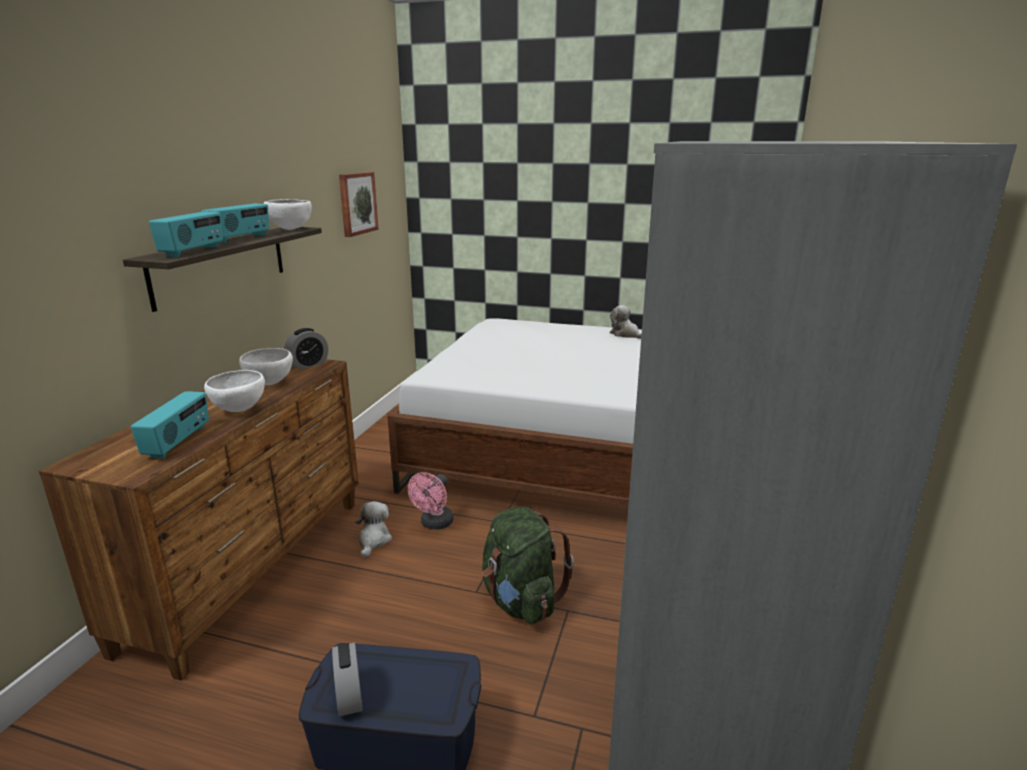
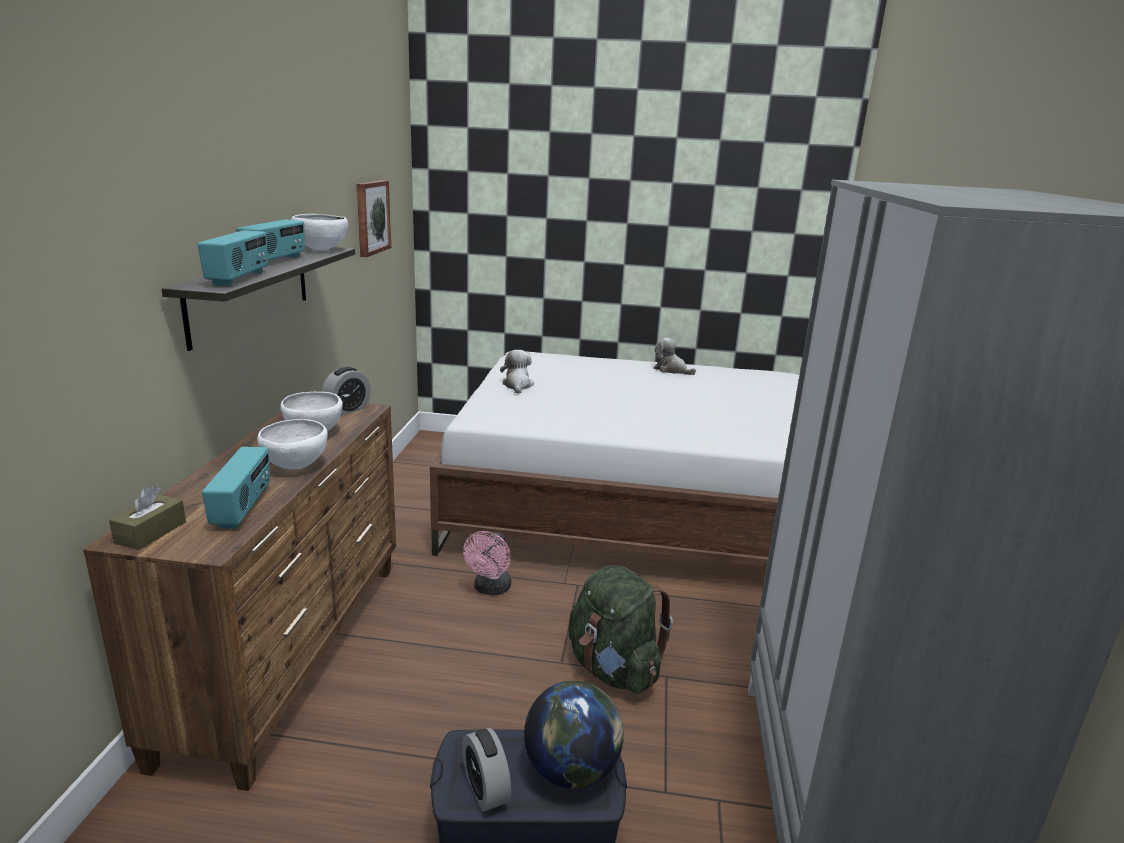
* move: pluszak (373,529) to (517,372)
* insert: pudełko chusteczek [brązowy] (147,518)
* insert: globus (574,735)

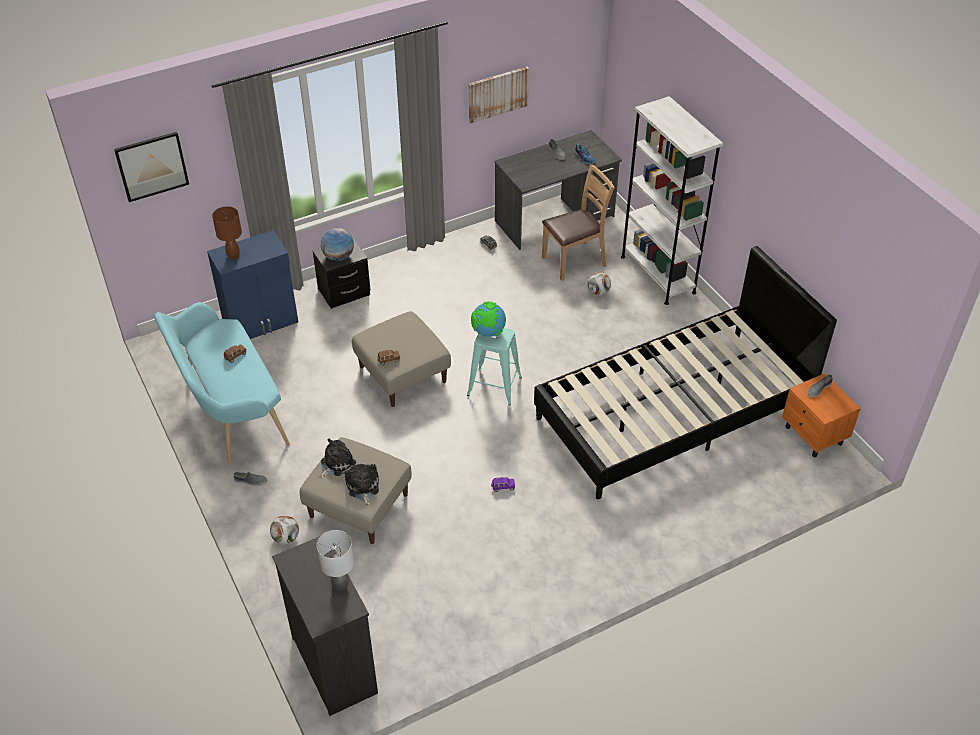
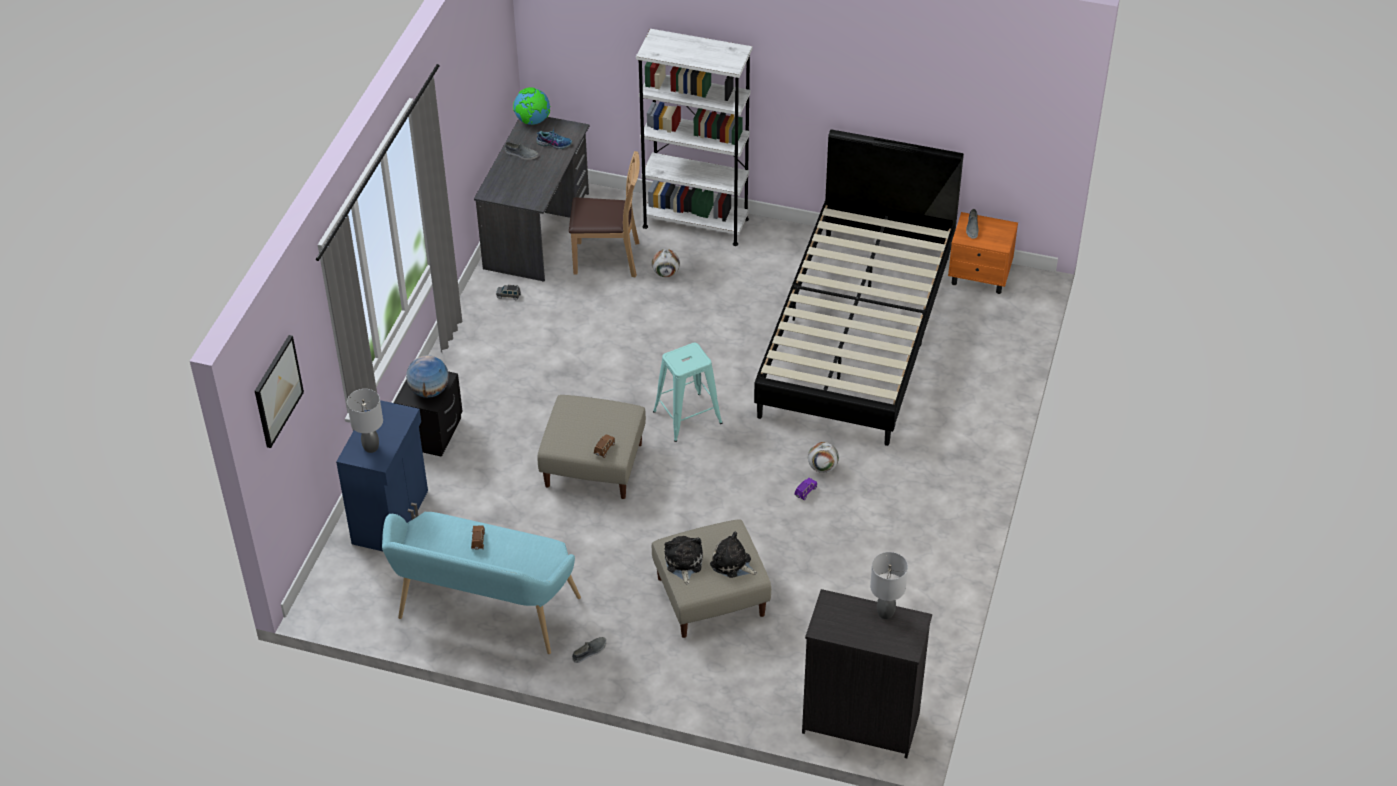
* delete: obraz (499,94)
* rotate: krzesło [brązowy] (578,223) = (604,214) 75 degrees clockwise
* recolor: lampa stołowa [brązowy] (227,233) to lampa stołowa [szary] (365,421)
* move: globus (488,319) to (532,106)
* move: piłka futbolowa (284,529) to (823,457)

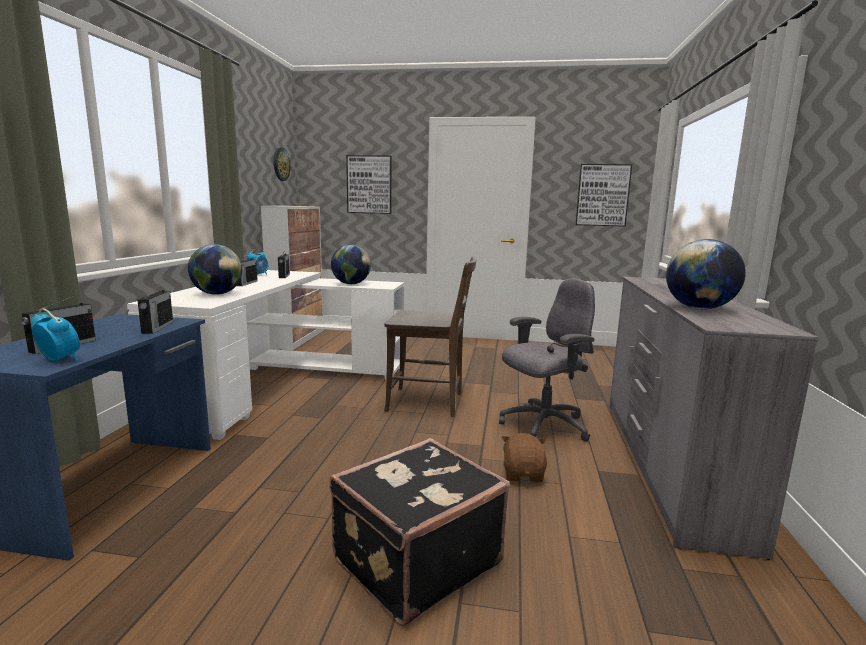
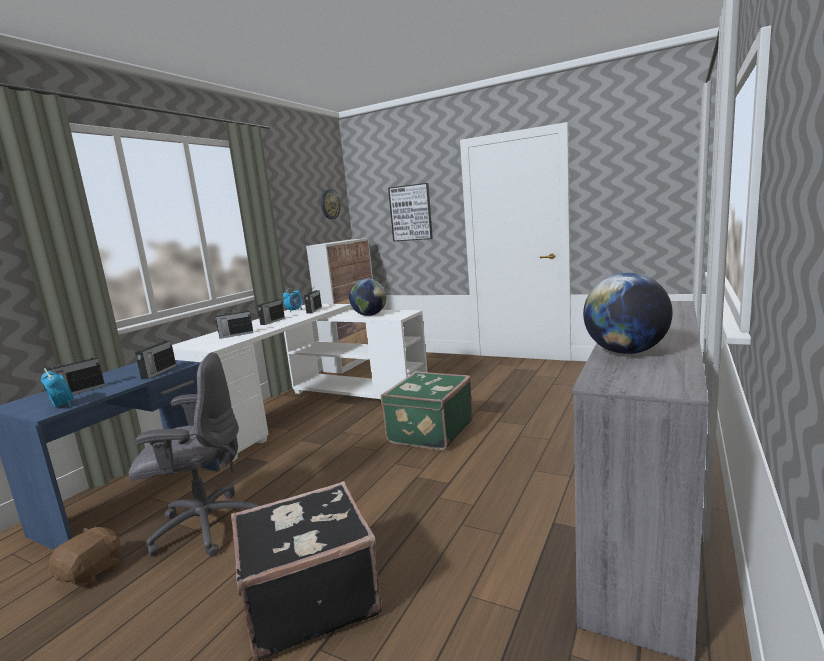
* delete: obraz (603,195)
* replace: globus (215,269) to radio (234,323)
* replace: krzesło [brązowy] (430,336) to walizka [zielony] (427,411)
* move: krzesło biurowe [szary] (547,359) to (194,454)
* move: pluszak [brązowy] (524,458) to (85,557)

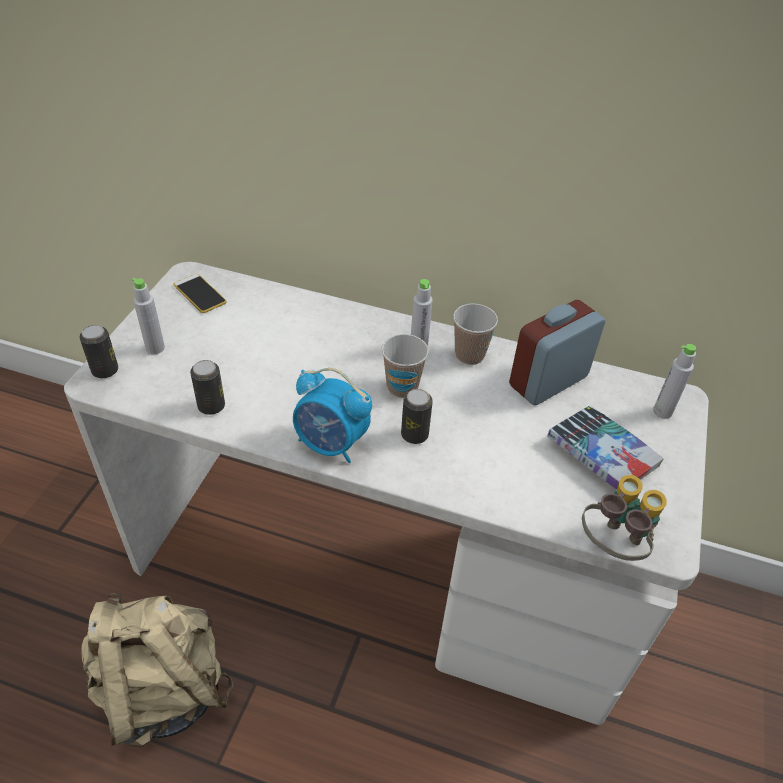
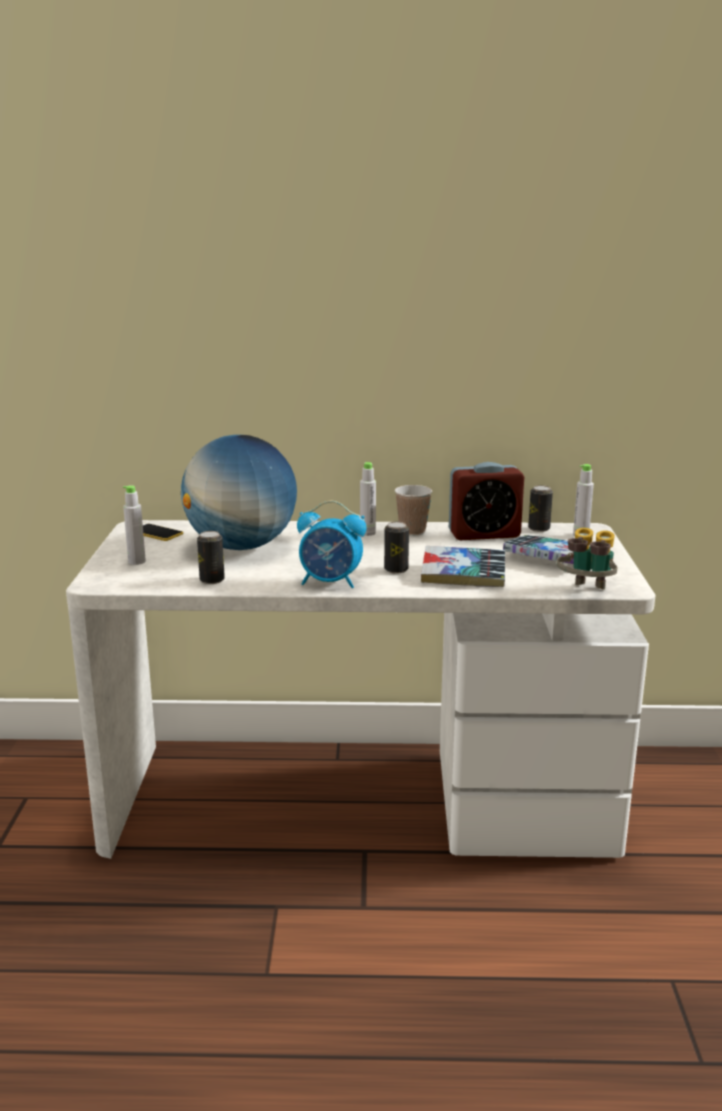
* rotate: budzik (557,352) = (486,501) 135 degrees counterclockwise
* move: puszka (99,351) to (540,508)
* delete: filiżanka (405,366)
* delete: plecak [beżowy] (157,670)
* insert: globus (239,492)
* insert: książka (463,566)

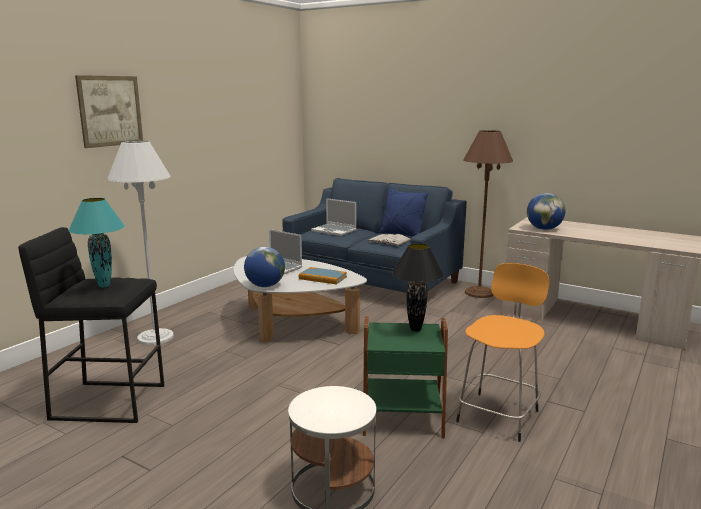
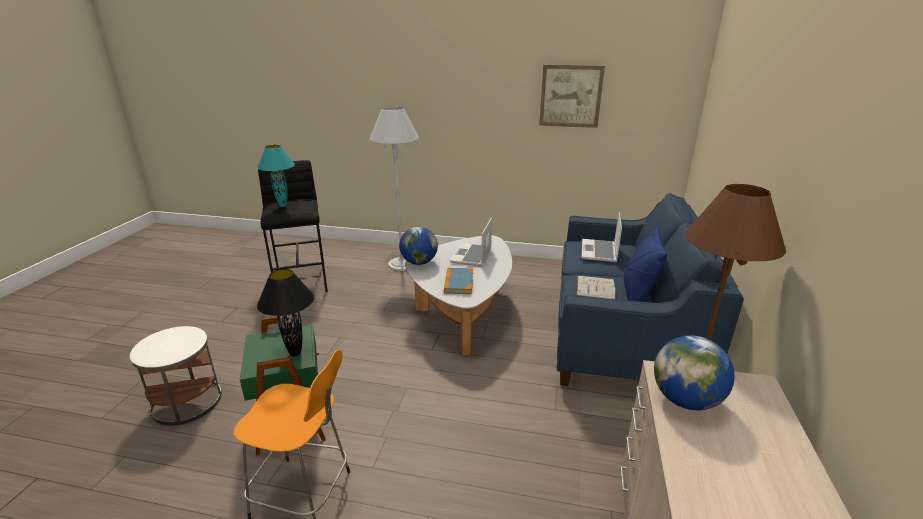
* move: obraz (109,111) to (572,96)

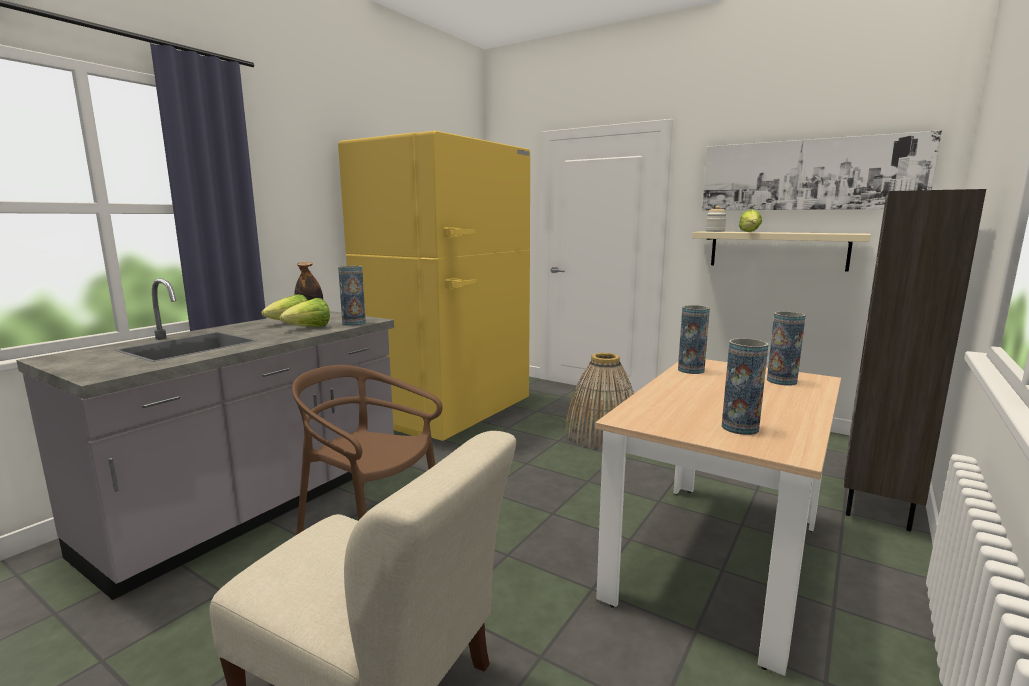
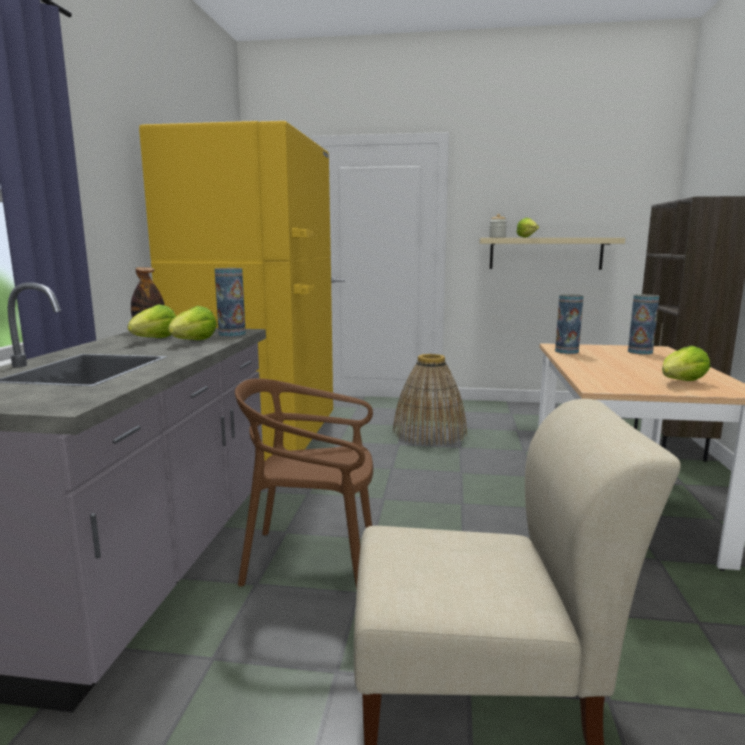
* delete: obraz (822,170)
* replace: wazon (744,386) to sałata (686,363)

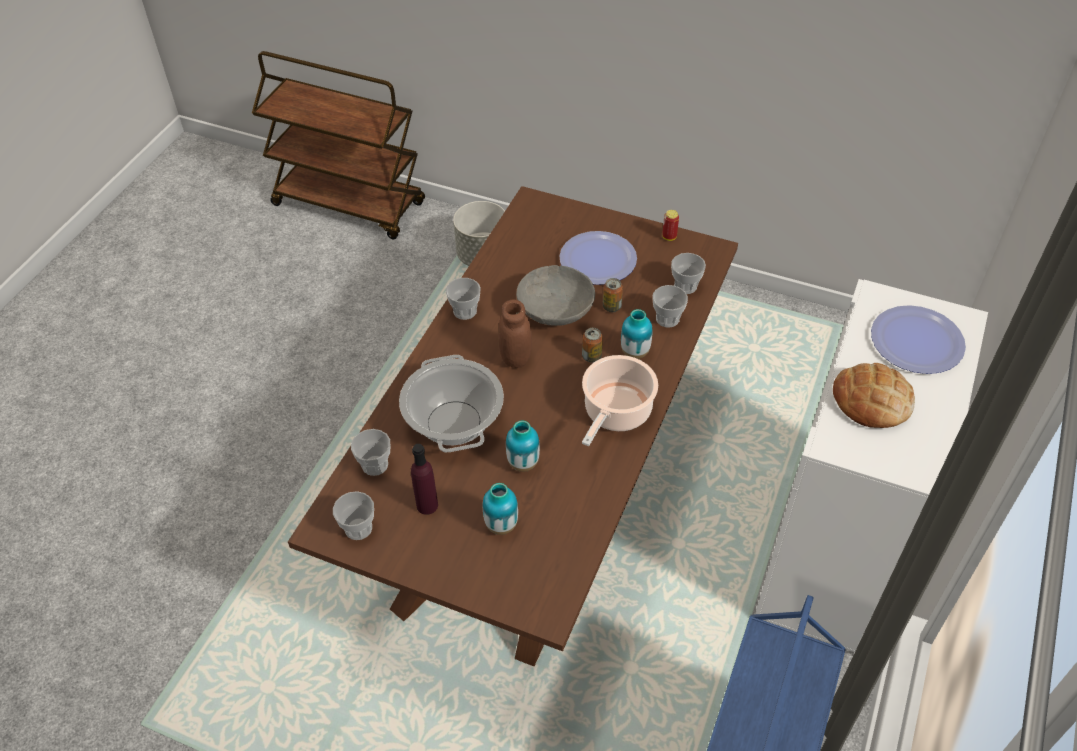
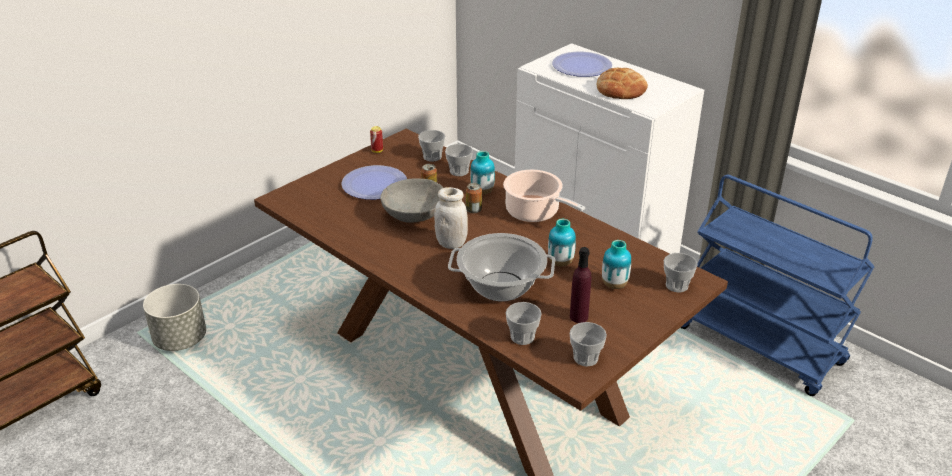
* move: filiżanka (463,299) to (681,272)
* recolor: słoik [brązowy] (515,333) to słoik [biały] (451,218)

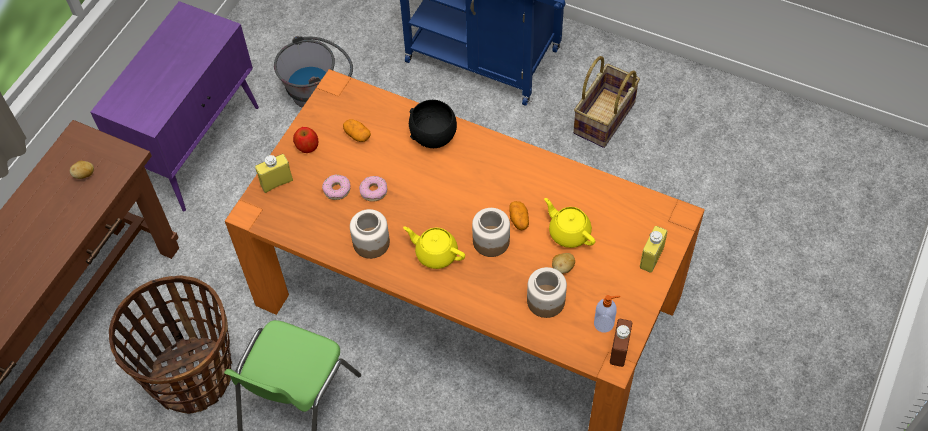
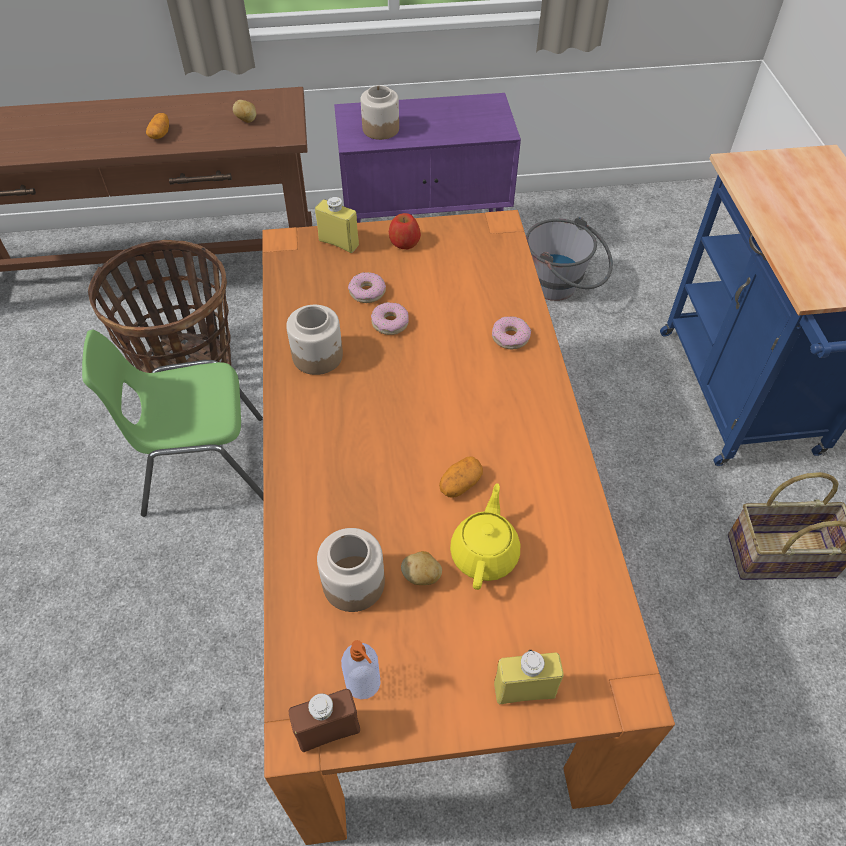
* replace: miska [czarny] (433,124) to donut (511,332)
* move: ziemniak (357,130) to (157,126)
* move: słoik (491,232) to (380,112)
* delete: imbryk [żółty] (434,248)

